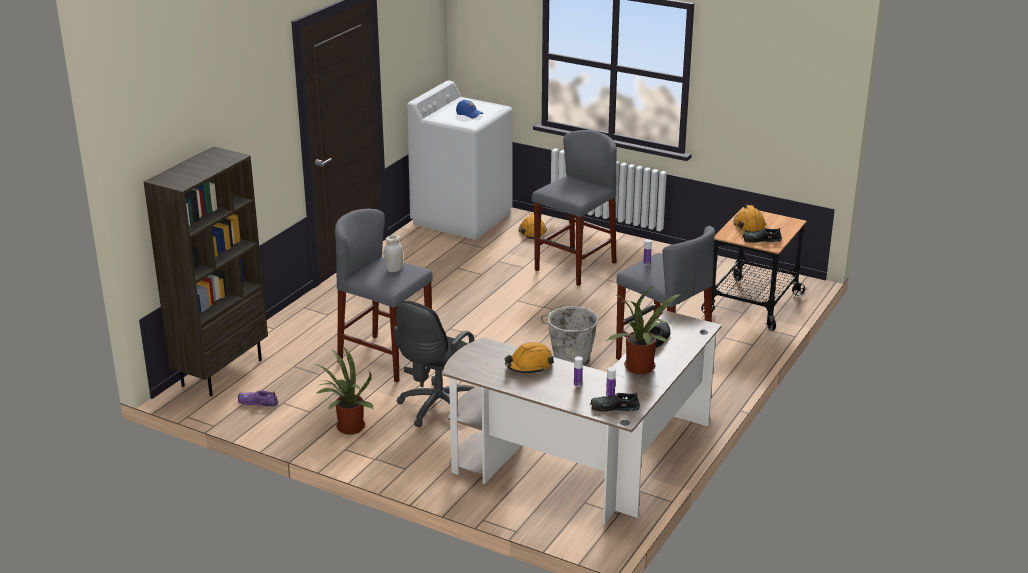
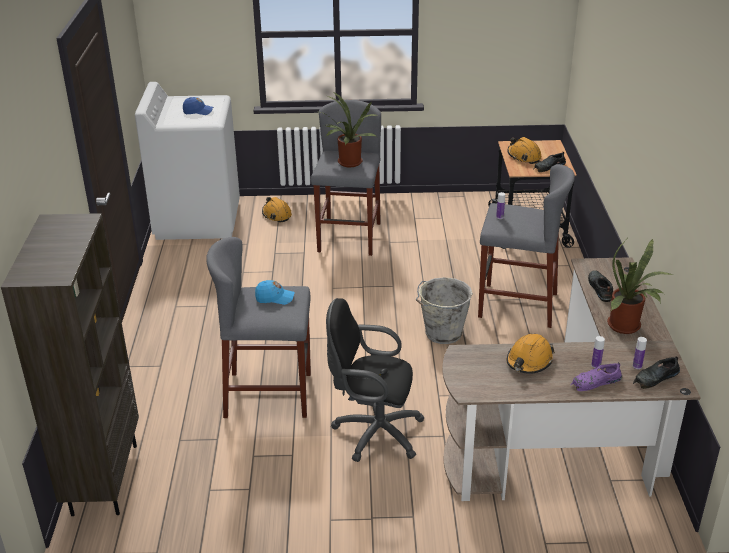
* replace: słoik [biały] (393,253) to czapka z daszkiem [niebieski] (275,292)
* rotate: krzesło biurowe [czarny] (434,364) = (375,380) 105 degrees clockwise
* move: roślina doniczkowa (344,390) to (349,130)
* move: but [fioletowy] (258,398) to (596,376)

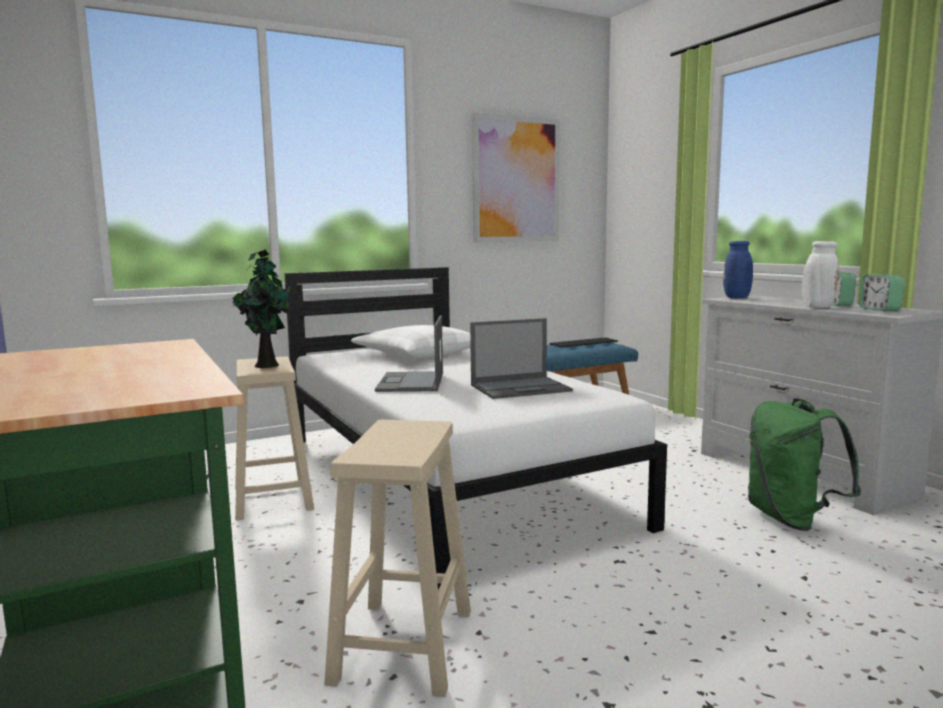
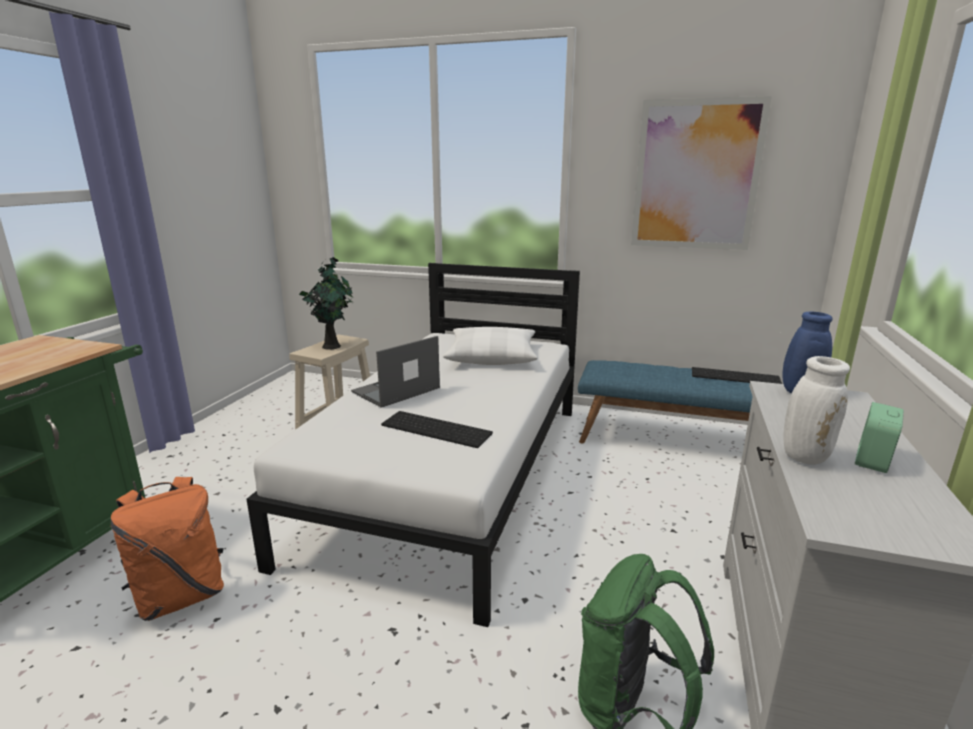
* delete: budzik (882,292)
* replace: laptop (521,358) to klawiatura (437,429)
* replace: stołek [beżowy] (397,558) to plecak [pomarańczowy] (167,549)

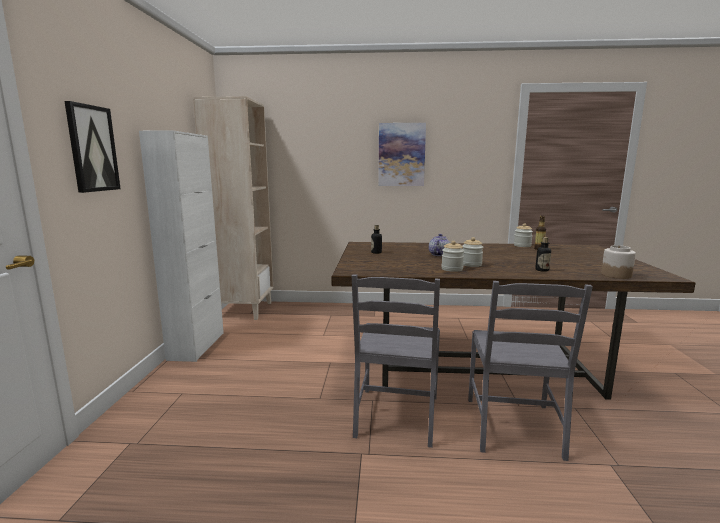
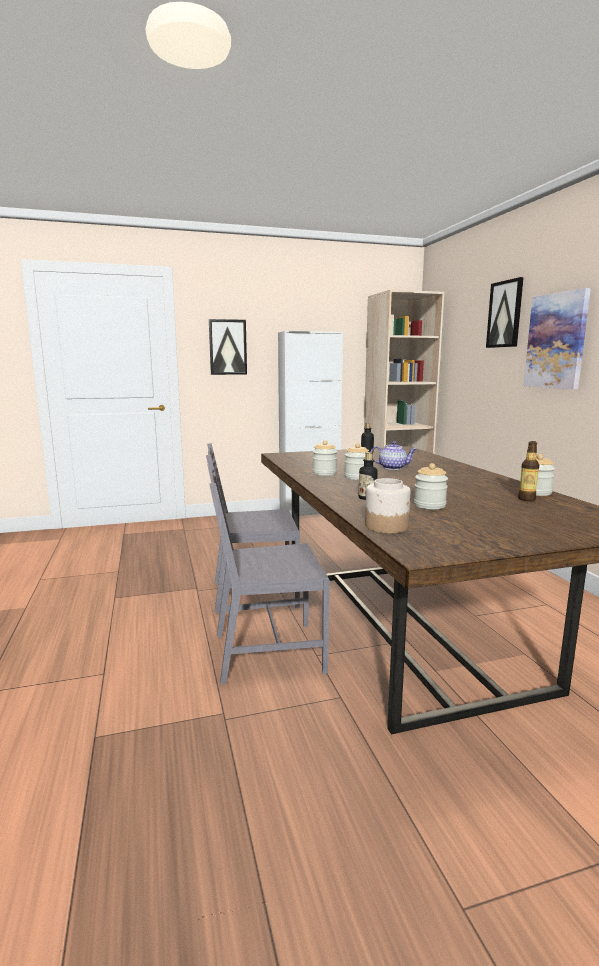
* insert: obraz (505,312)
* insert: słoik (431,486)

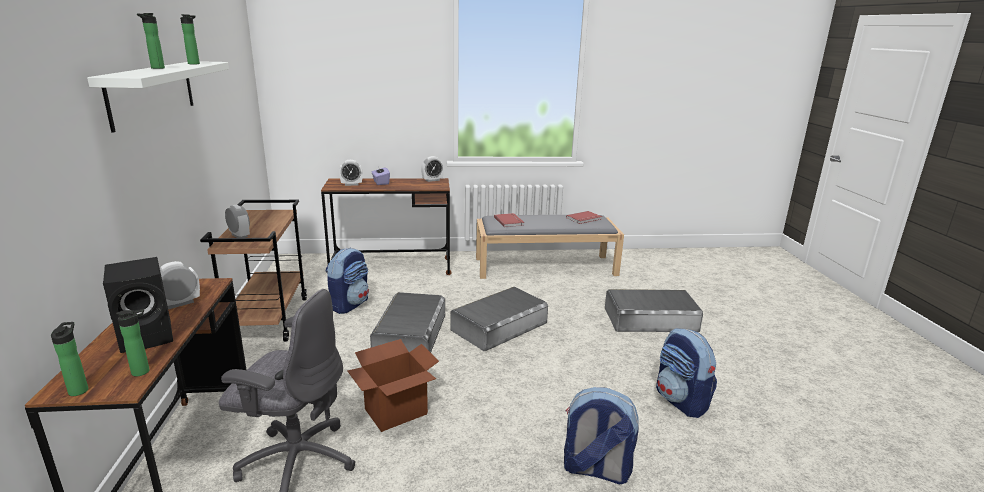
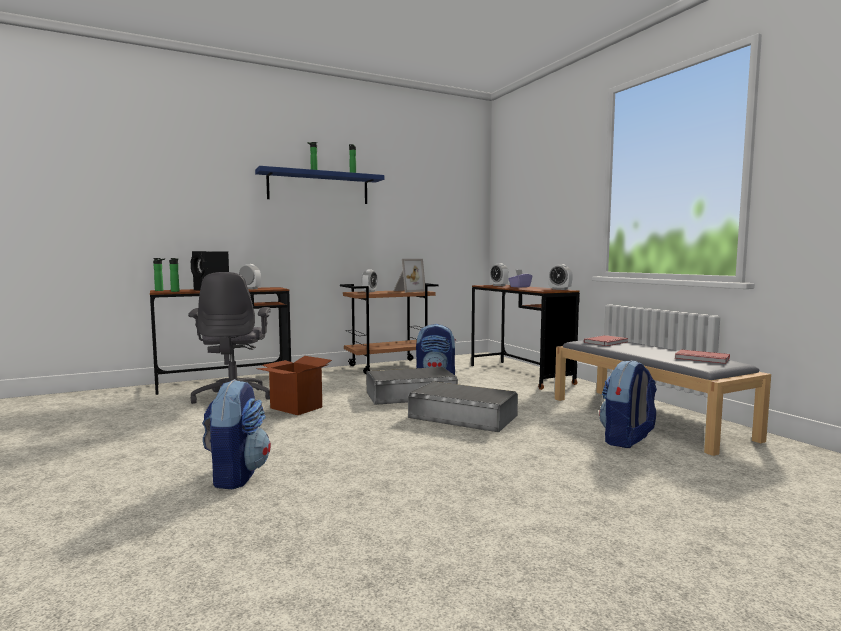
* recolor: półka [biały] (158,97) to półka [niebieski] (319,185)
* delete: pojemnik do przechowywania [szary] (654,310)
* move: plecak (686,373) to (628,404)
* insert: ramka na zdjęcie (409,275)

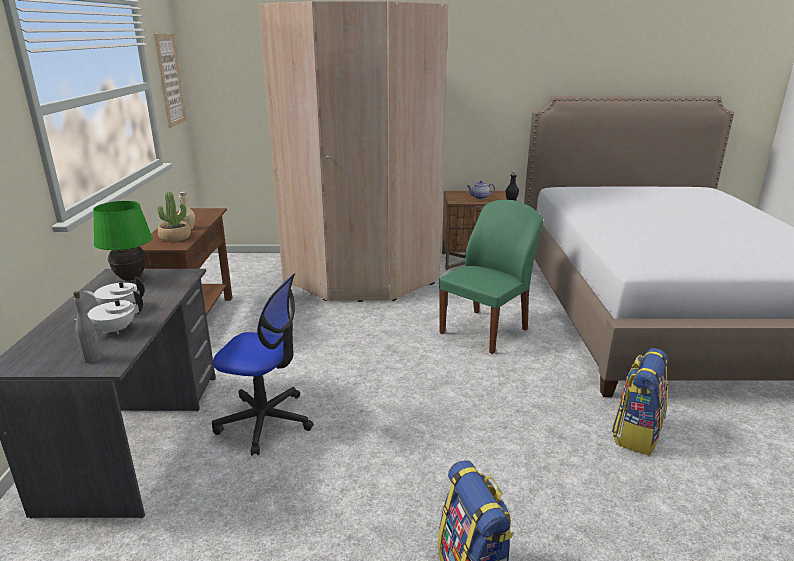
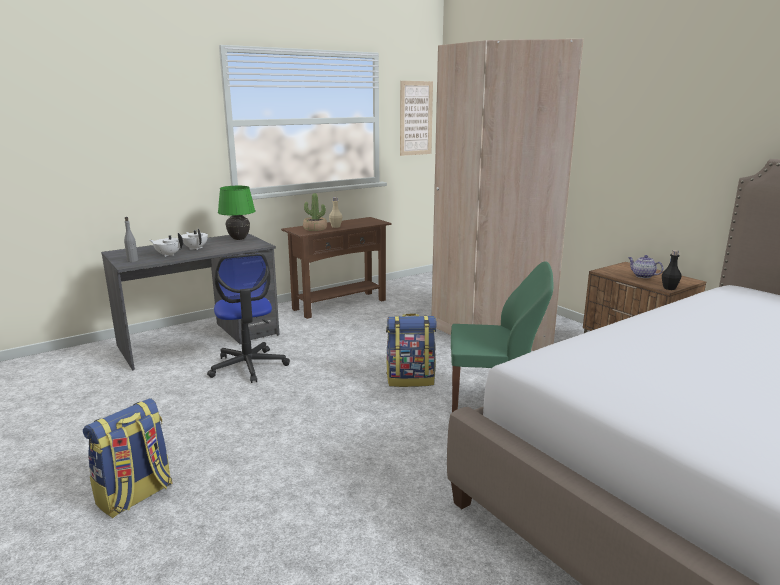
* move: plecak (639,401) to (411,350)

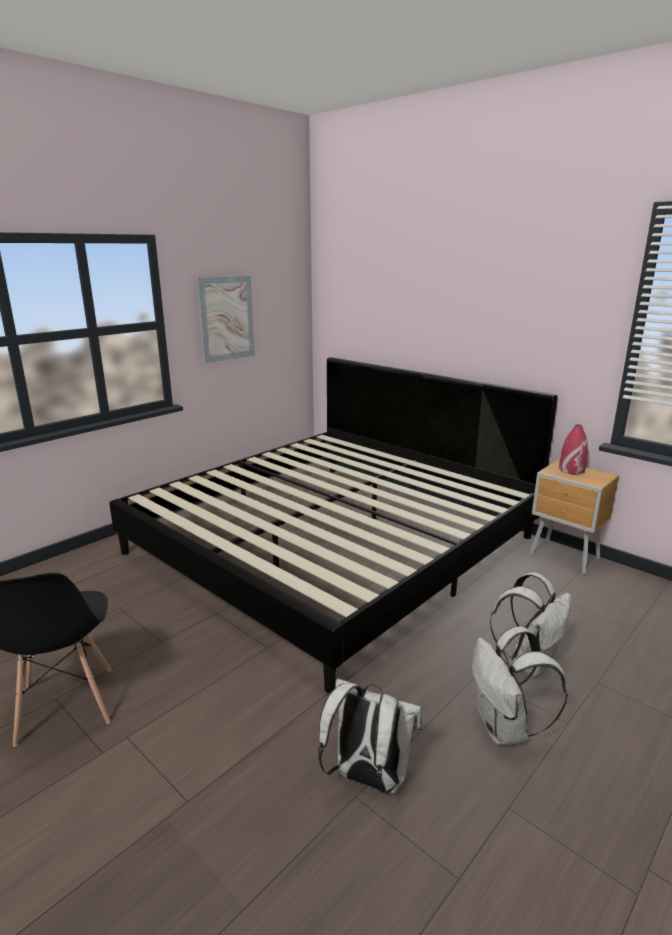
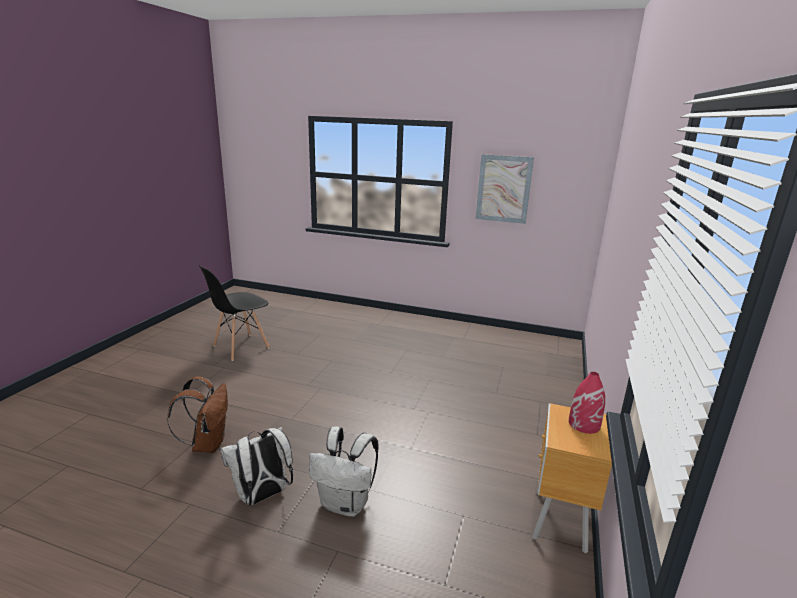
* delete: łóżko (333,525)
* recolor: plecak [biały] (370,736) to plecak [brązowy] (197,414)

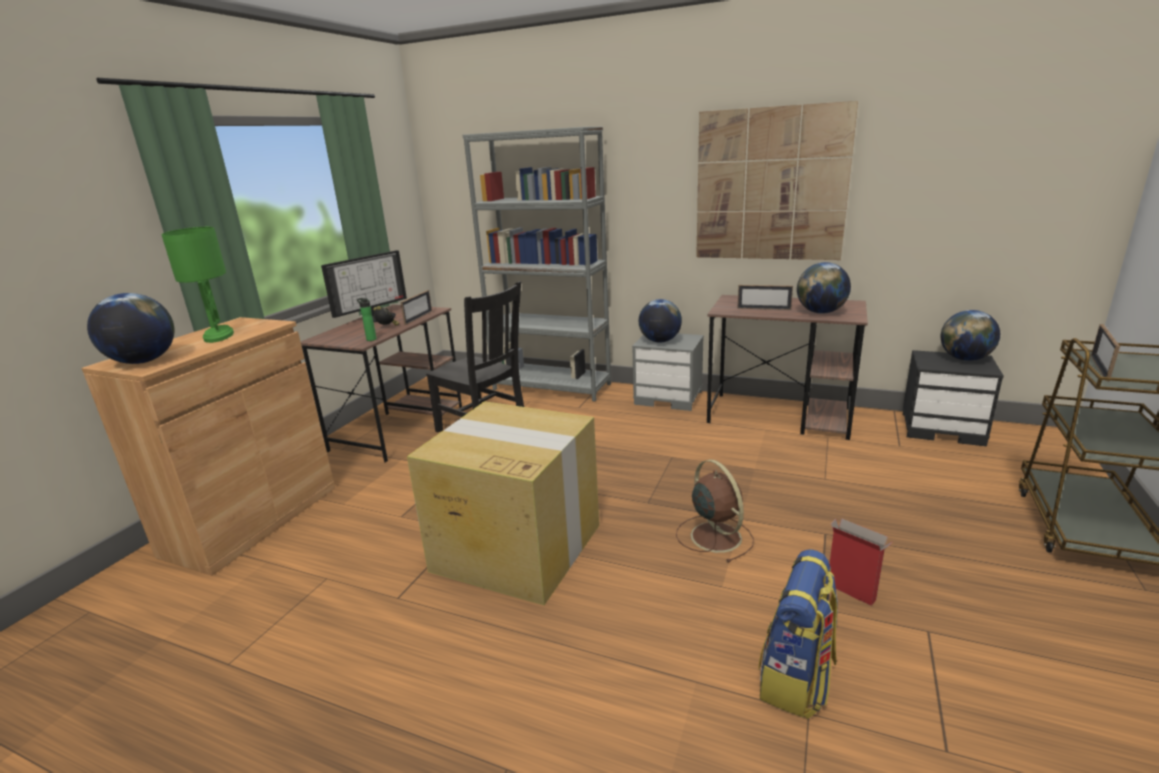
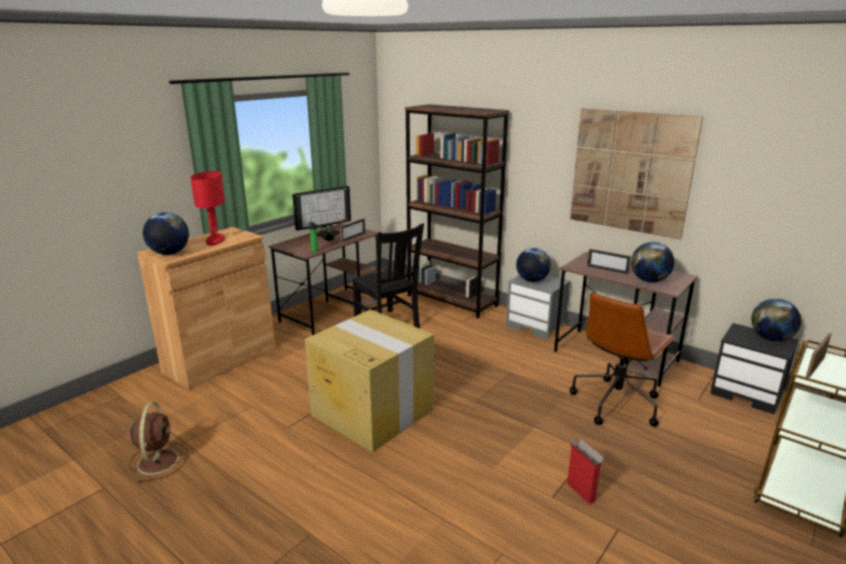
* recolor: regał [szary] (537,264) to regał [brązowy] (457,211)
* recolor: lampa stołowa [zielony] (198,285) to lampa stołowa [czerwony] (208,208)
* move: wentylator [brązowy] (715,511) to (158,442)
* delete: plecak (798,634)
* insert: krzesło biurowe [brązowy] (622,359)

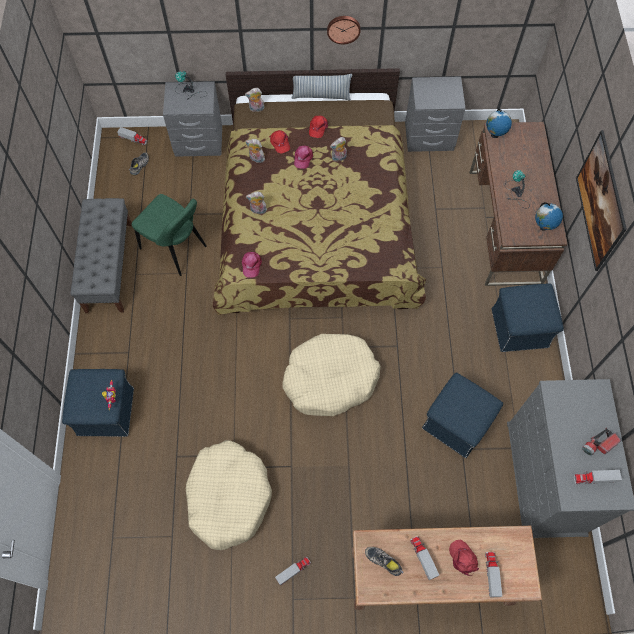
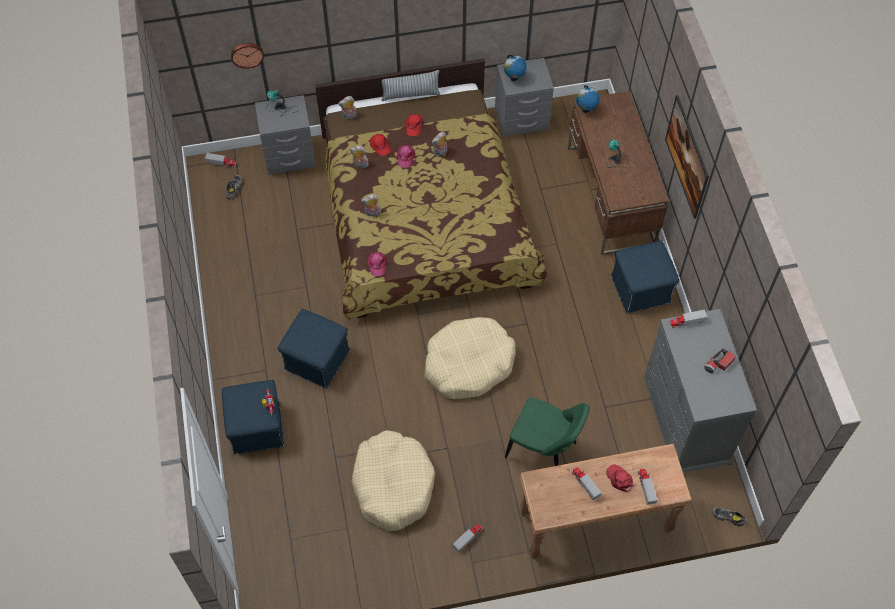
* move: zegar ścienny (343,30) to (247,56)
* move: krzesło [zielony] (169,235) to (547,432)
* delete: ławka [szary] (101,255)
* move: globus (549,216) to (515,68)
* move: pufa [niebieski] (462,415) to (314,349)
* move: ciężarówka zabawkowa (597,477) to (688,319)
* move: but (384,561) to (730,517)

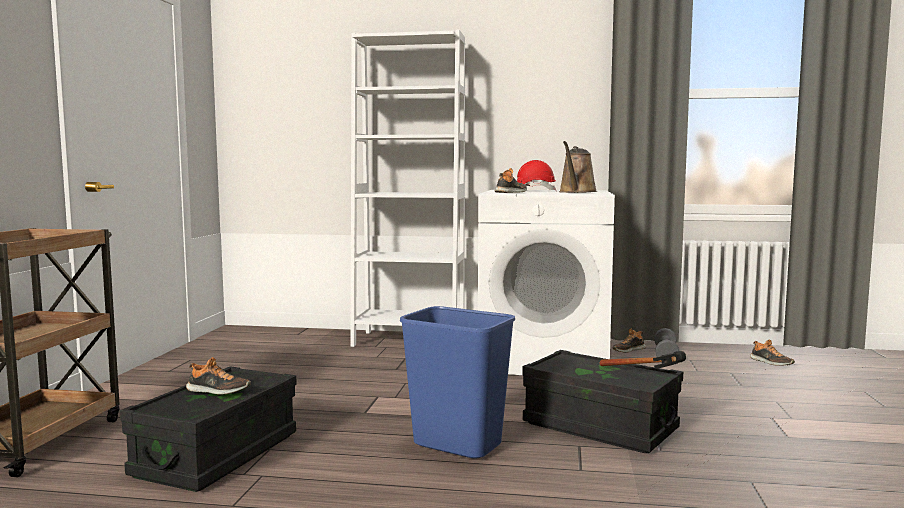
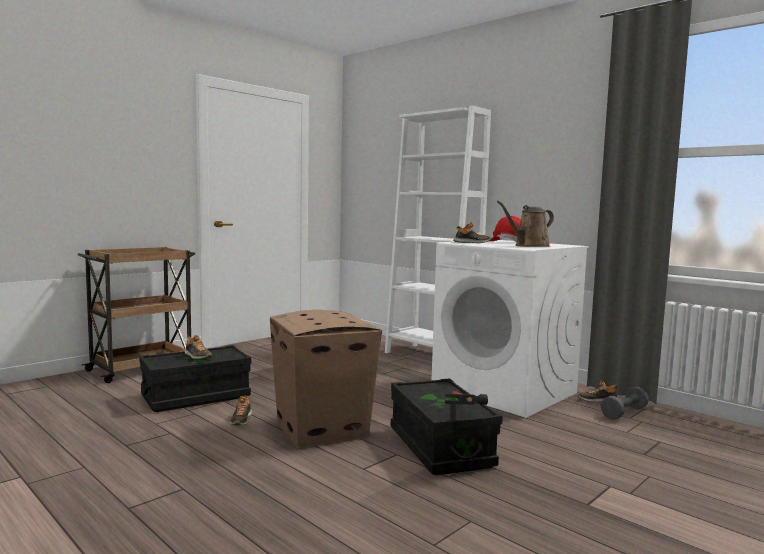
* replace: kosz na śmieci [niebieski] (457,382) to karton (326,379)
* move: but (772,352) to (241,410)

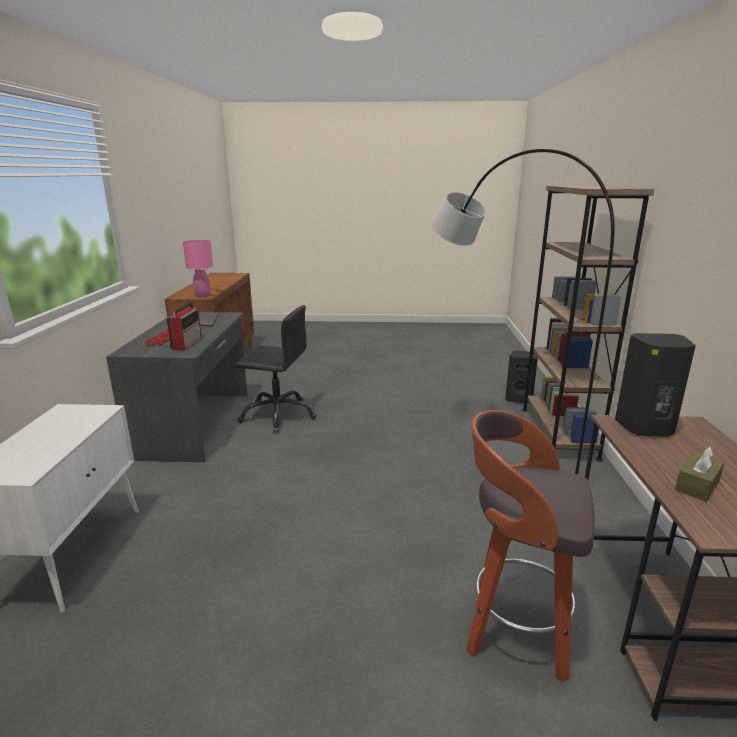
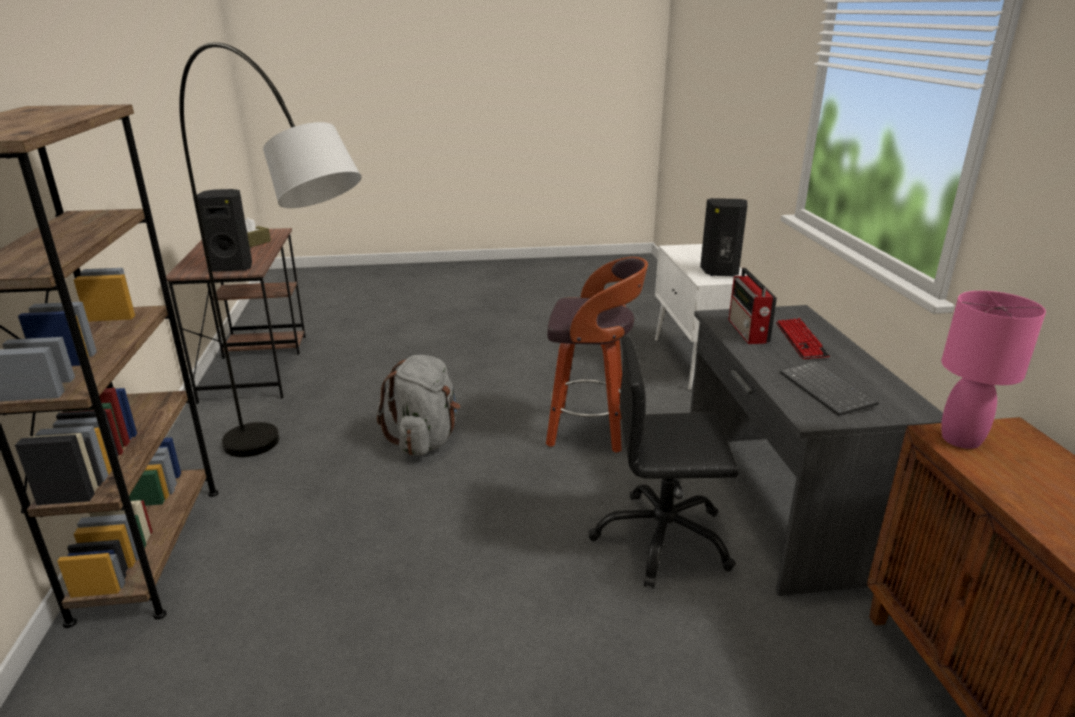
* move: głośnik [czarny] (521,377) to (723,237)
* move: stołek (530,546) to (597,355)
* insert: plecak [szary] (419,405)

